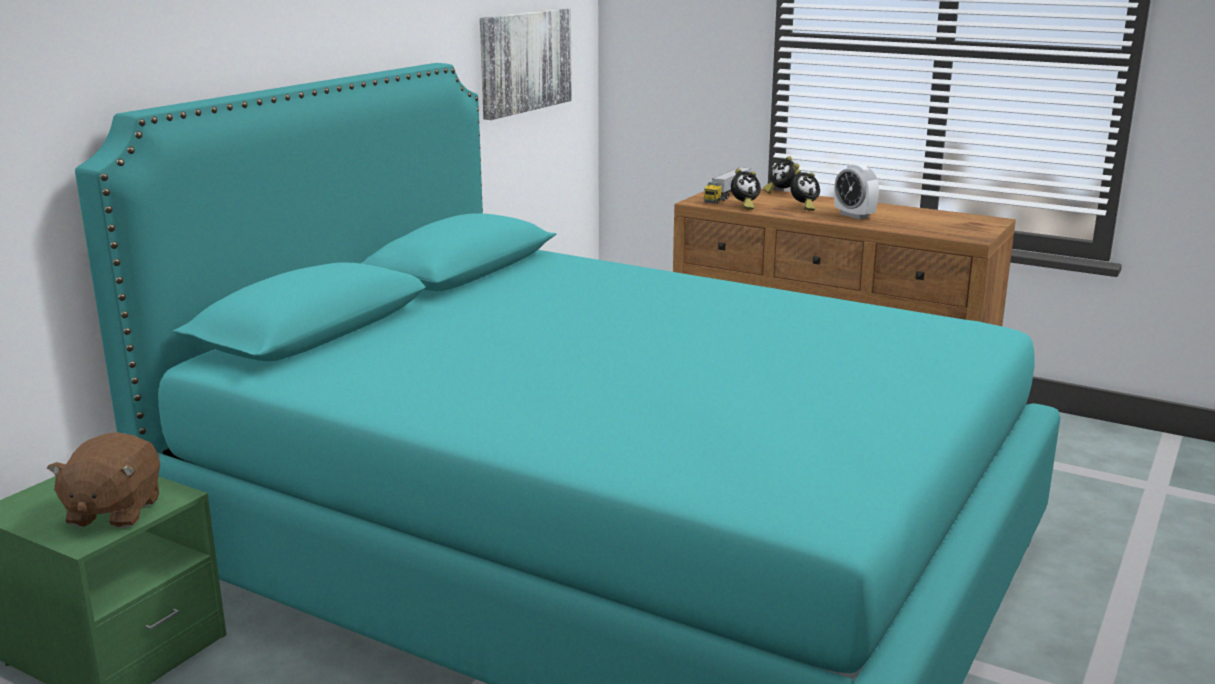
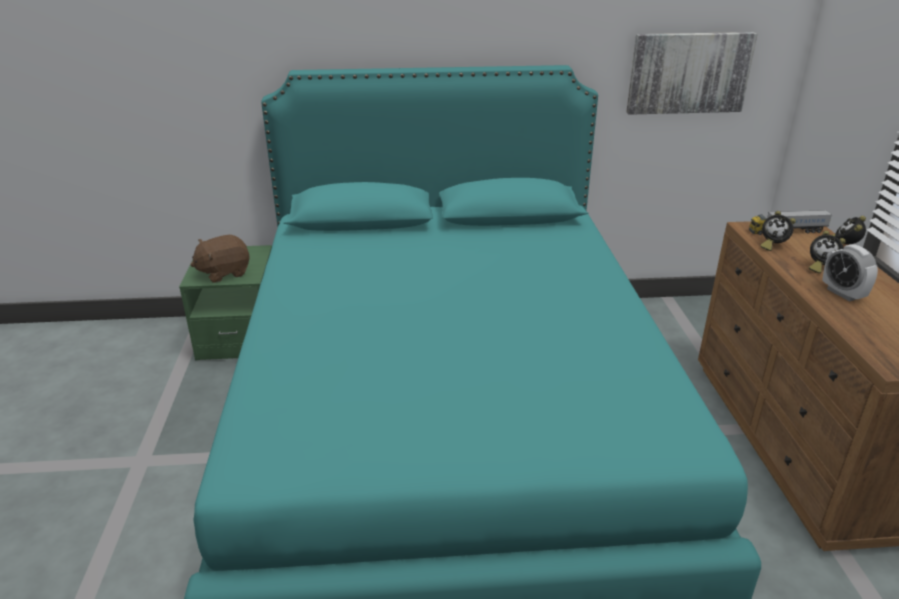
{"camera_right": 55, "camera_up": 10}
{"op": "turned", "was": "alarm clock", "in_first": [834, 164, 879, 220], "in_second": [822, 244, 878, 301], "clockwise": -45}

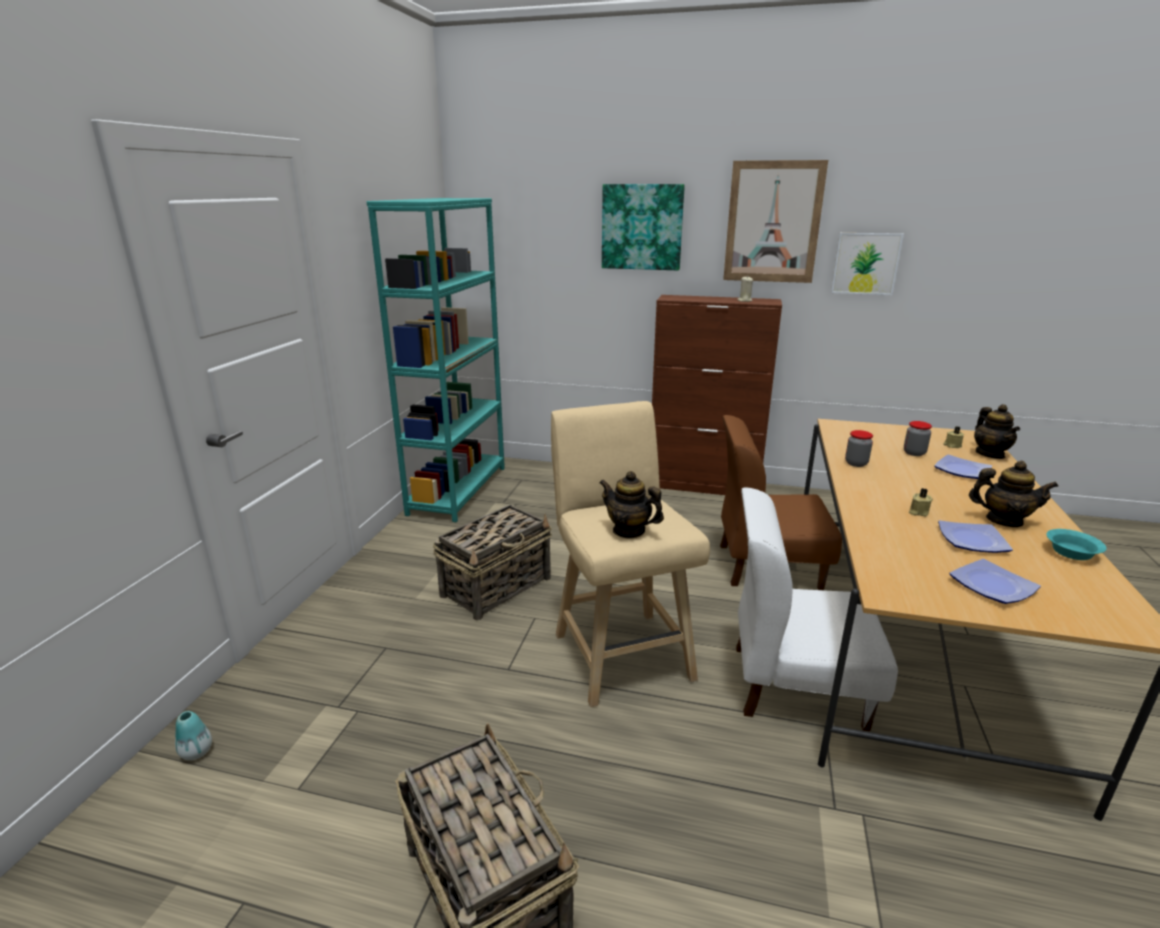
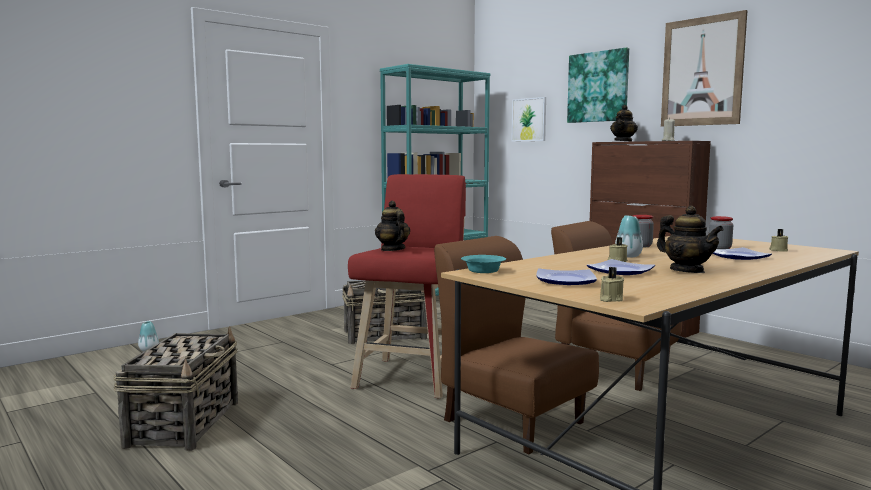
{"camera_right": 35, "camera_up": -15}
{"op": "moved", "was": "picture", "in_first": [831, 233, 904, 295], "in_second": [511, 97, 546, 142]}
{"op": "recoloured", "was": "stool (beige)", "now": "stool (red)", "in_first": [551, 401, 710, 707], "in_second": [348, 174, 466, 399]}
{"op": "moved", "was": "teapot", "in_first": [974, 404, 1020, 459], "in_second": [610, 105, 638, 141]}
{"op": "recoloured", "was": "chair (white)", "now": "chair (brown)", "in_first": [736, 487, 898, 731], "in_second": [434, 236, 599, 454]}
{"op": "moved", "was": "bowl (turquoise)", "in_first": [1046, 529, 1107, 560], "in_second": [461, 255, 506, 273]}
{"op": "added", "now": "vase", "in_second": [615, 215, 643, 257]}
{"op": "added", "now": "candle (beige)", "in_second": [600, 267, 625, 302]}

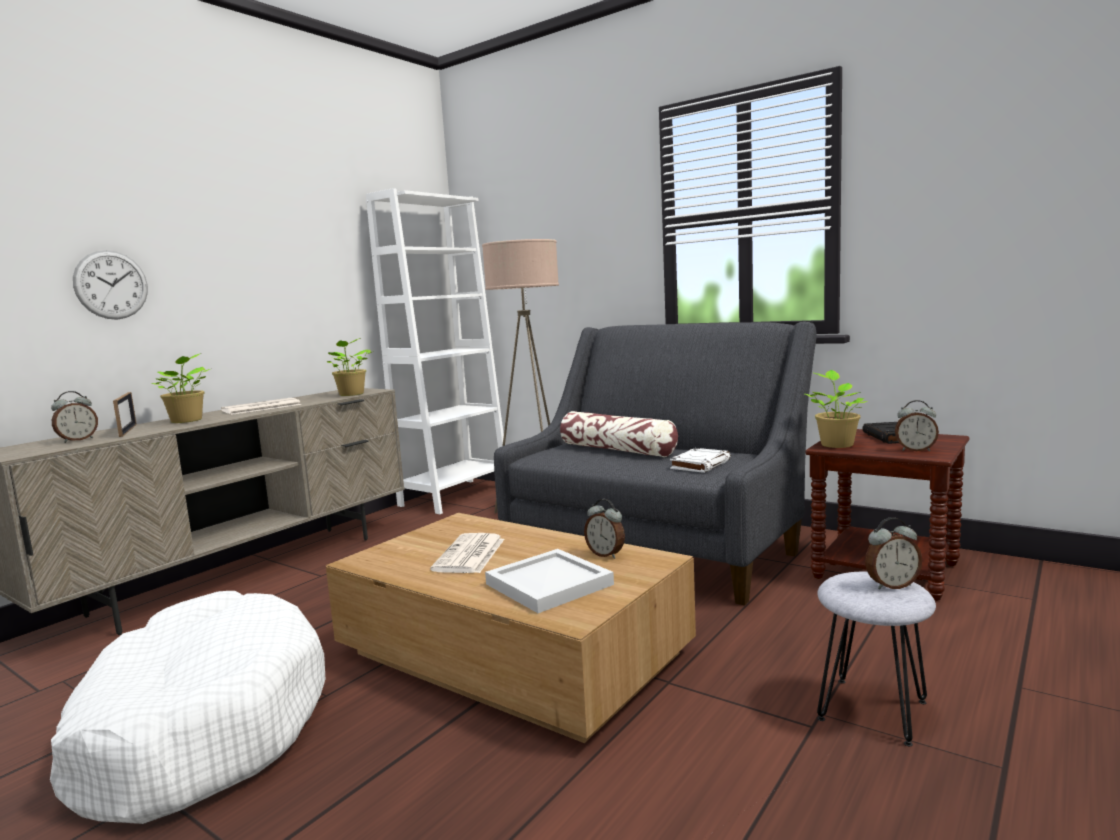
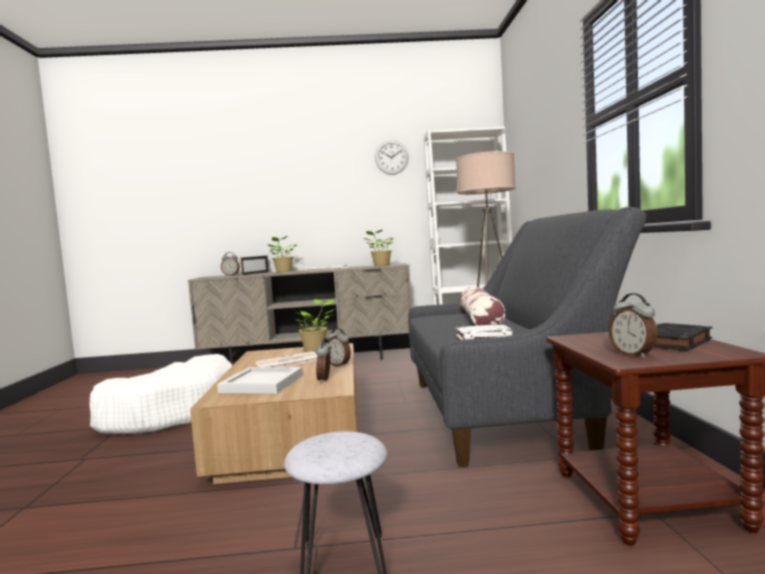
{"camera_right": 50, "camera_up": -5}
{"op": "moved", "was": "wall clock", "in_first": [73, 250, 148, 320], "in_second": [375, 141, 409, 175]}
{"op": "moved", "was": "potted plant", "in_first": [805, 370, 868, 448], "in_second": [295, 299, 335, 351]}
{"op": "moved", "was": "alarm clock", "in_first": [865, 517, 922, 590], "in_second": [327, 328, 351, 367]}

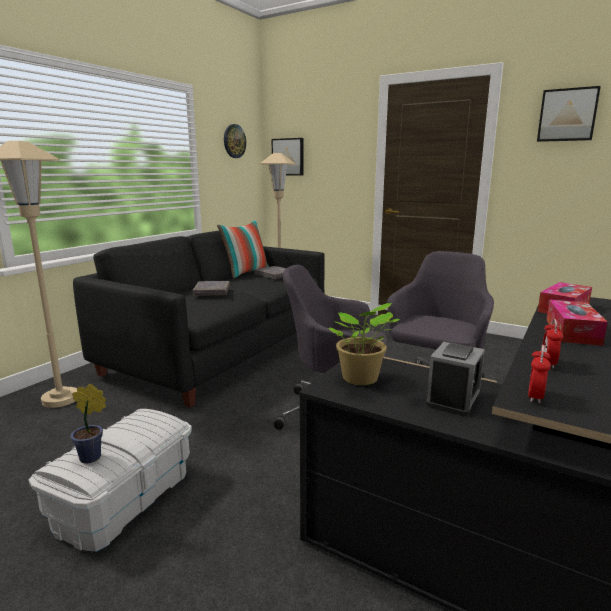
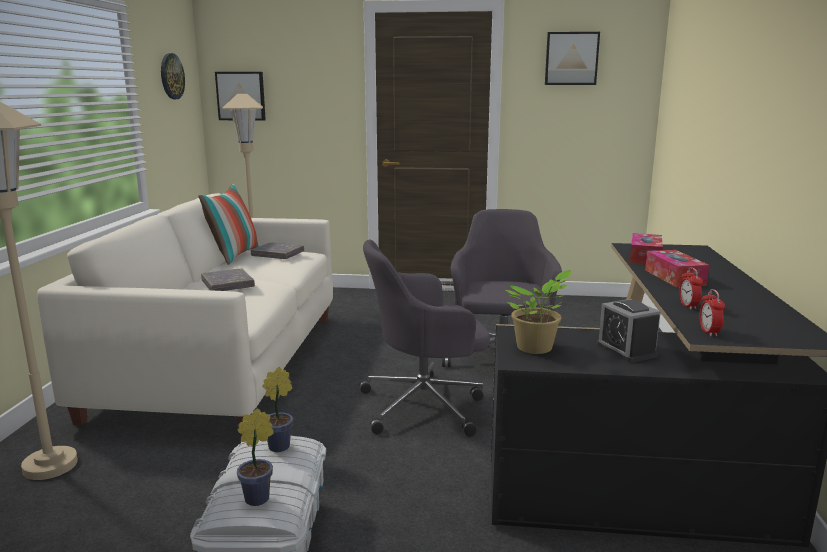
{"camera_right": -25, "camera_up": 0}
{"op": "recoloured", "was": "sofa (black)", "now": "sofa (white)", "in_first": [73, 231, 325, 408], "in_second": [37, 193, 333, 435]}
{"op": "turned", "was": "alarm clock", "in_first": [426, 342, 485, 417], "in_second": [597, 299, 661, 363], "clockwise": 150}
{"op": "added", "now": "potted plant", "in_second": [263, 367, 293, 452]}

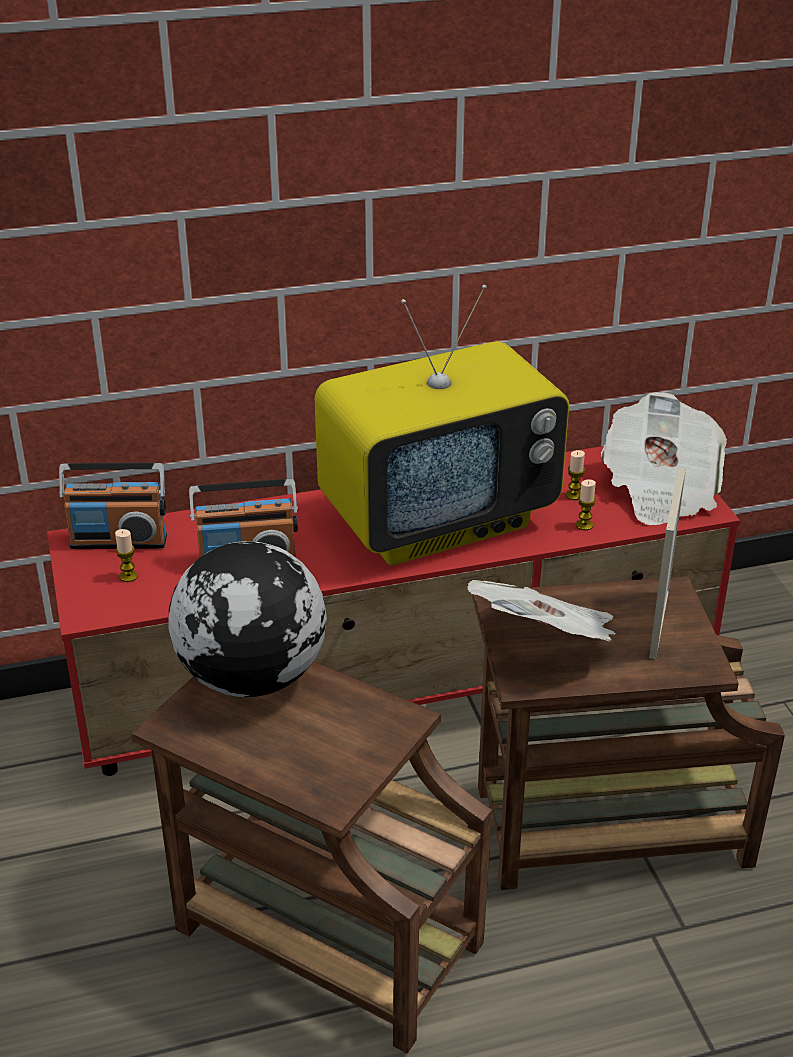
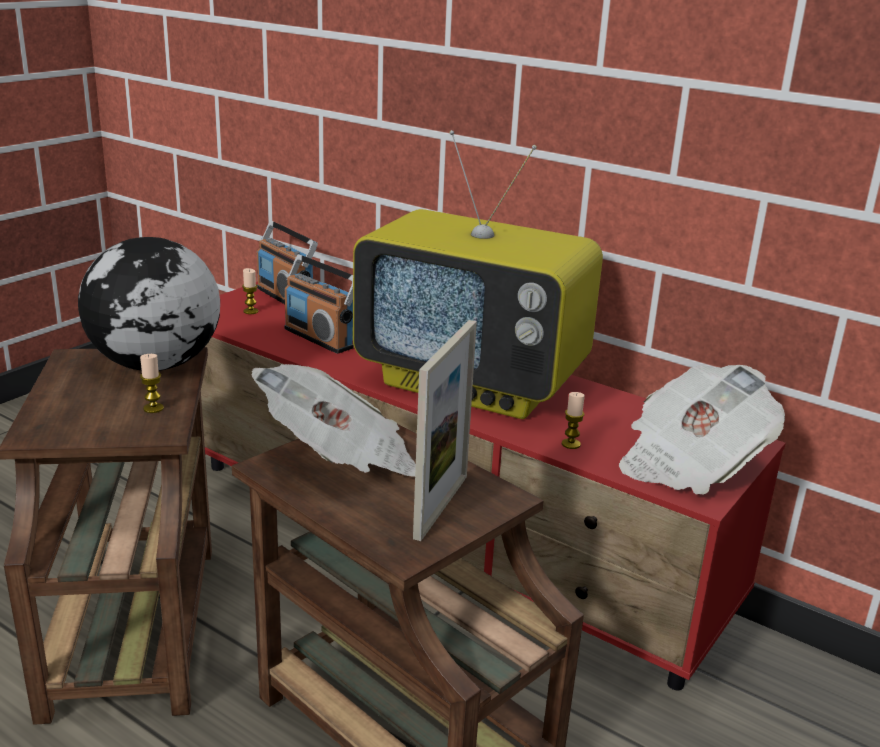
{"camera_right": 50, "camera_up": -10}
{"op": "moved", "was": "candle", "in_first": [566, 450, 585, 500], "in_second": [140, 354, 164, 413]}
{"op": "turned", "was": "picture frame", "in_first": [649, 466, 686, 659], "in_second": [413, 320, 477, 541], "clockwise": 135}

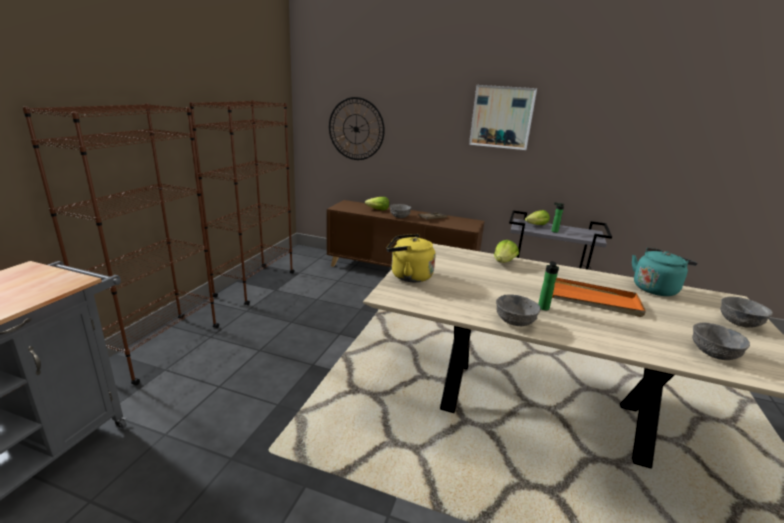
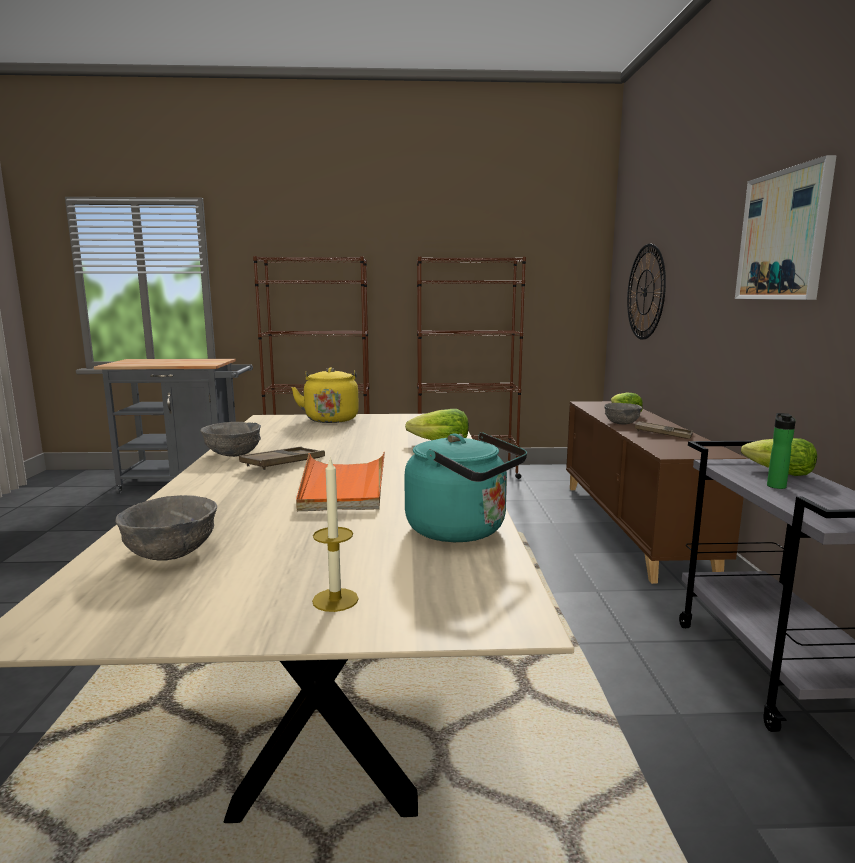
{"camera_right": 70, "camera_up": -10}
{"op": "replaced", "was": "bottle", "now": "tray (brown)", "in_first": [538, 261, 559, 310], "in_second": [239, 447, 325, 470]}
{"op": "replaced", "was": "bowl (grey)", "now": "candle", "in_first": [720, 297, 773, 328], "in_second": [312, 457, 359, 612]}

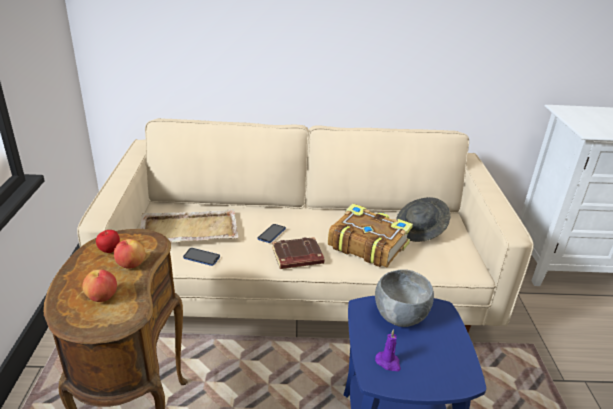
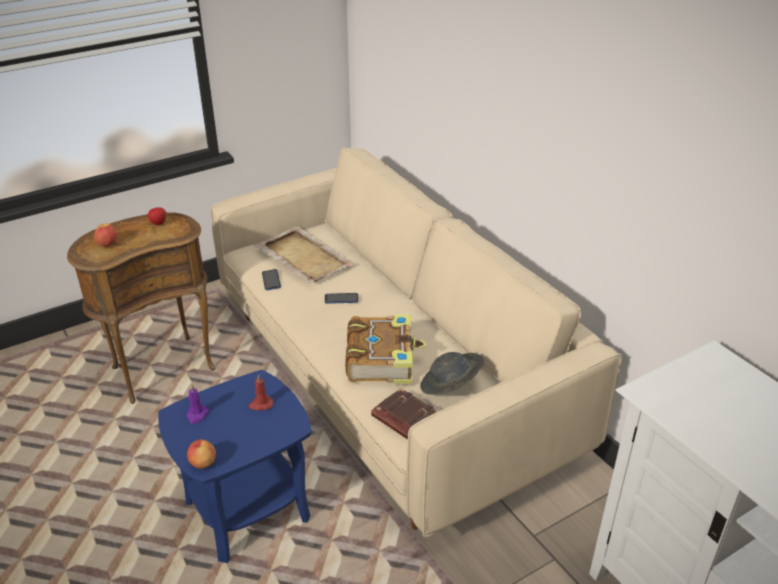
{"camera_right": 60, "camera_up": 5}
{"op": "moved", "was": "book (brown)", "in_first": [272, 237, 325, 269], "in_second": [371, 388, 438, 440]}
{"op": "moved", "was": "apple", "in_first": [114, 239, 146, 269], "in_second": [187, 439, 216, 469]}
{"op": "replaced", "was": "bowl (grey)", "now": "candle (red)", "in_first": [375, 269, 434, 327], "in_second": [249, 374, 273, 411]}

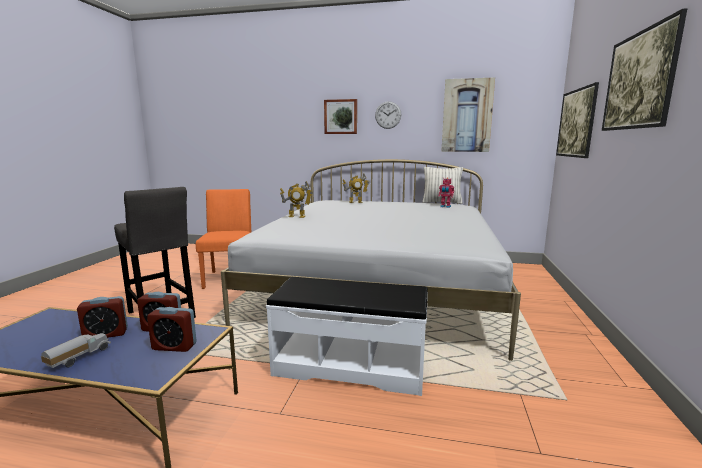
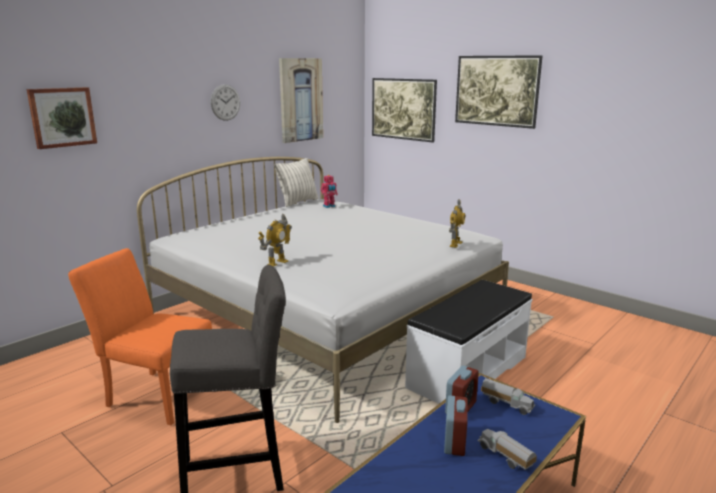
{"camera_right": -60, "camera_up": 5}
{"op": "moved", "was": "picture", "in_first": [324, 99, 357, 134], "in_second": [27, 87, 97, 149]}
{"op": "moved", "was": "toy robot", "in_first": [342, 174, 369, 203], "in_second": [449, 200, 465, 248]}
{"op": "replaced", "was": "alarm clock", "now": "toy truck", "in_first": [147, 307, 197, 352], "in_second": [481, 378, 535, 415]}

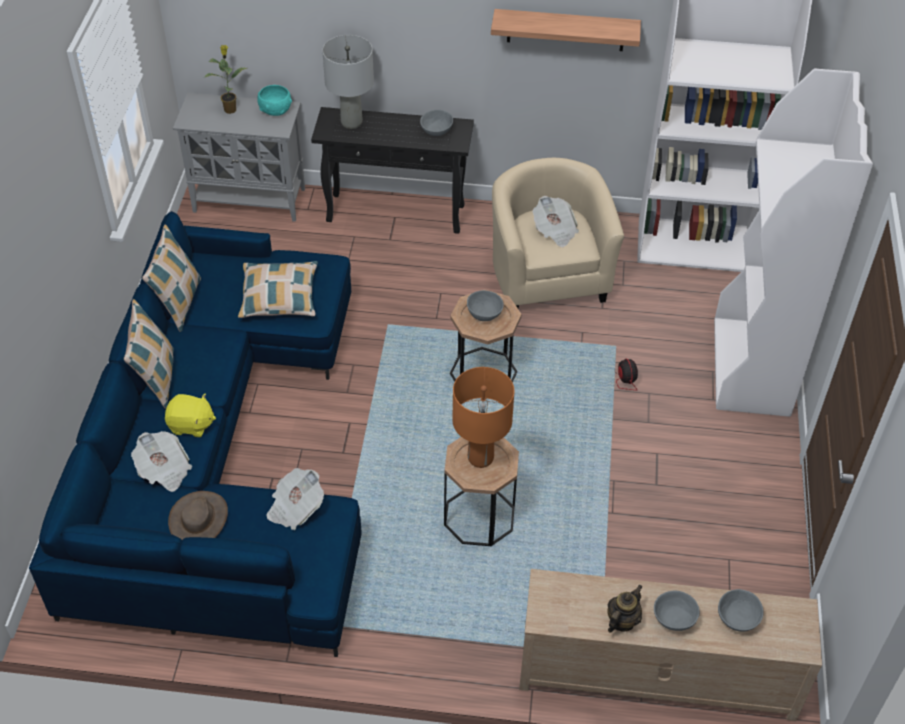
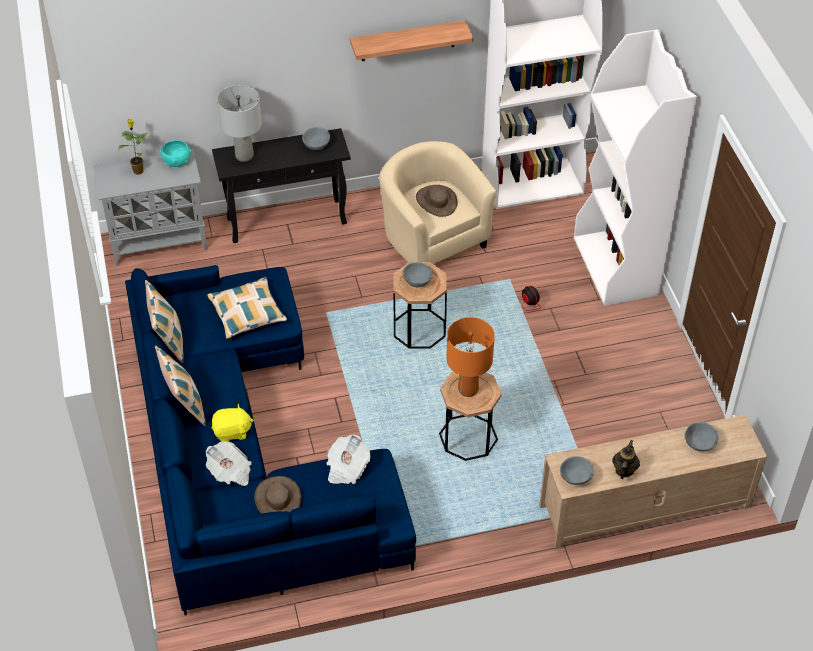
{"camera_right": -20, "camera_up": 0}
{"op": "replaced", "was": "newspaper", "now": "hat (brown)", "in_first": [533, 196, 579, 247], "in_second": [416, 185, 458, 217]}
{"op": "moved", "was": "bowl (grey)", "in_first": [654, 591, 700, 631], "in_second": [560, 456, 594, 485]}

